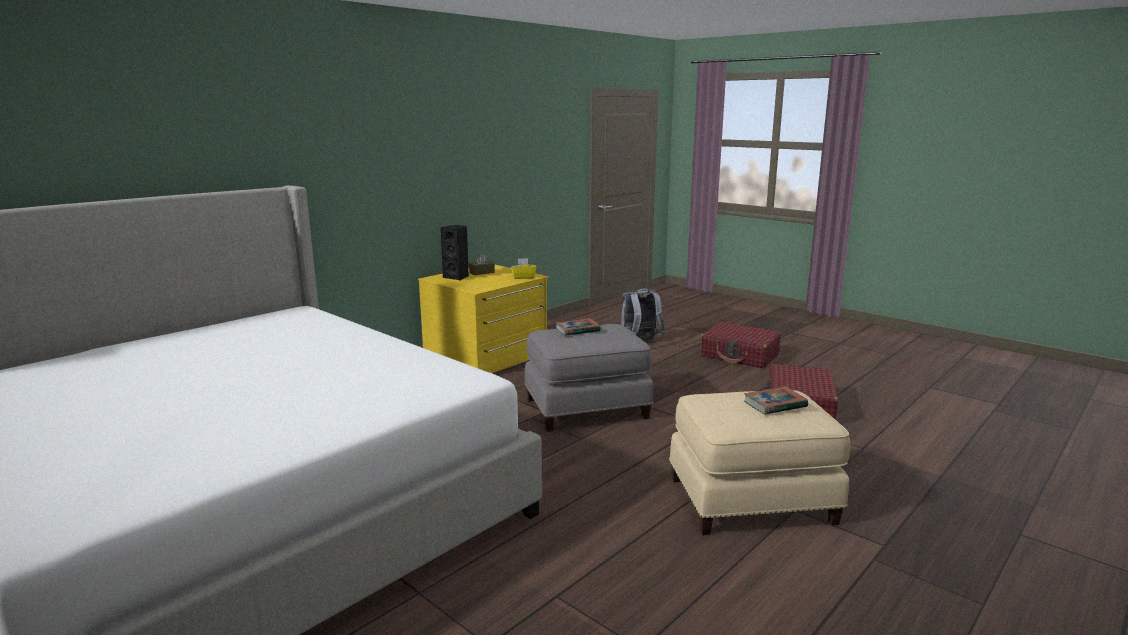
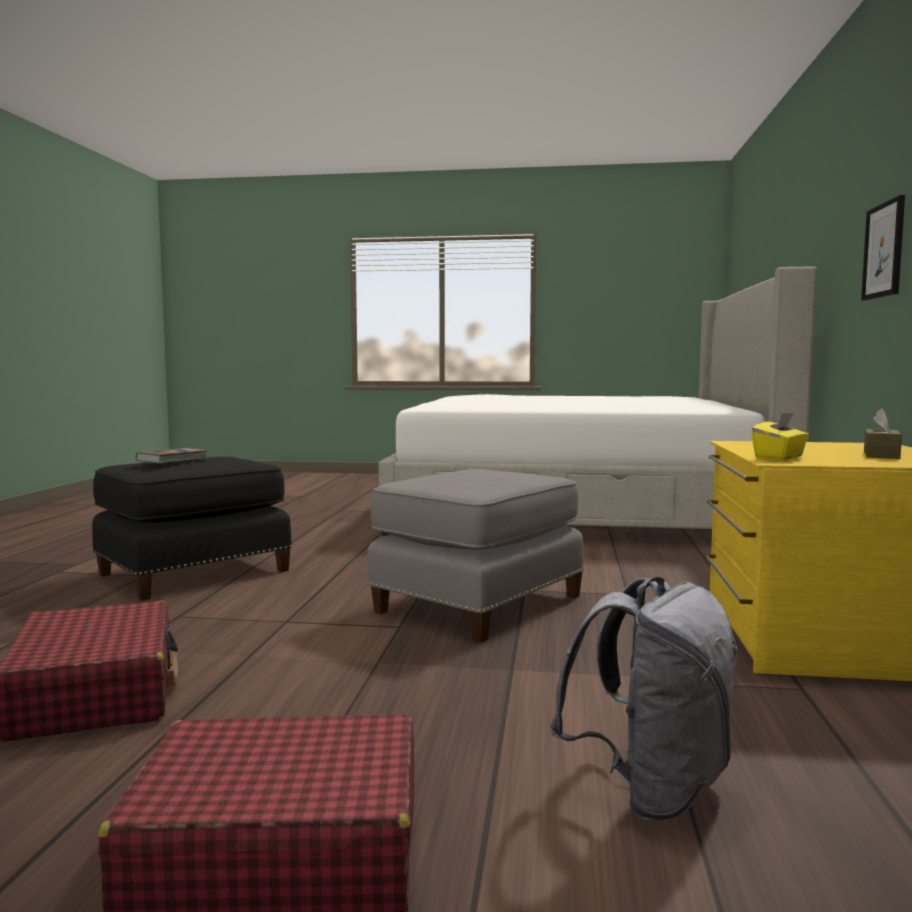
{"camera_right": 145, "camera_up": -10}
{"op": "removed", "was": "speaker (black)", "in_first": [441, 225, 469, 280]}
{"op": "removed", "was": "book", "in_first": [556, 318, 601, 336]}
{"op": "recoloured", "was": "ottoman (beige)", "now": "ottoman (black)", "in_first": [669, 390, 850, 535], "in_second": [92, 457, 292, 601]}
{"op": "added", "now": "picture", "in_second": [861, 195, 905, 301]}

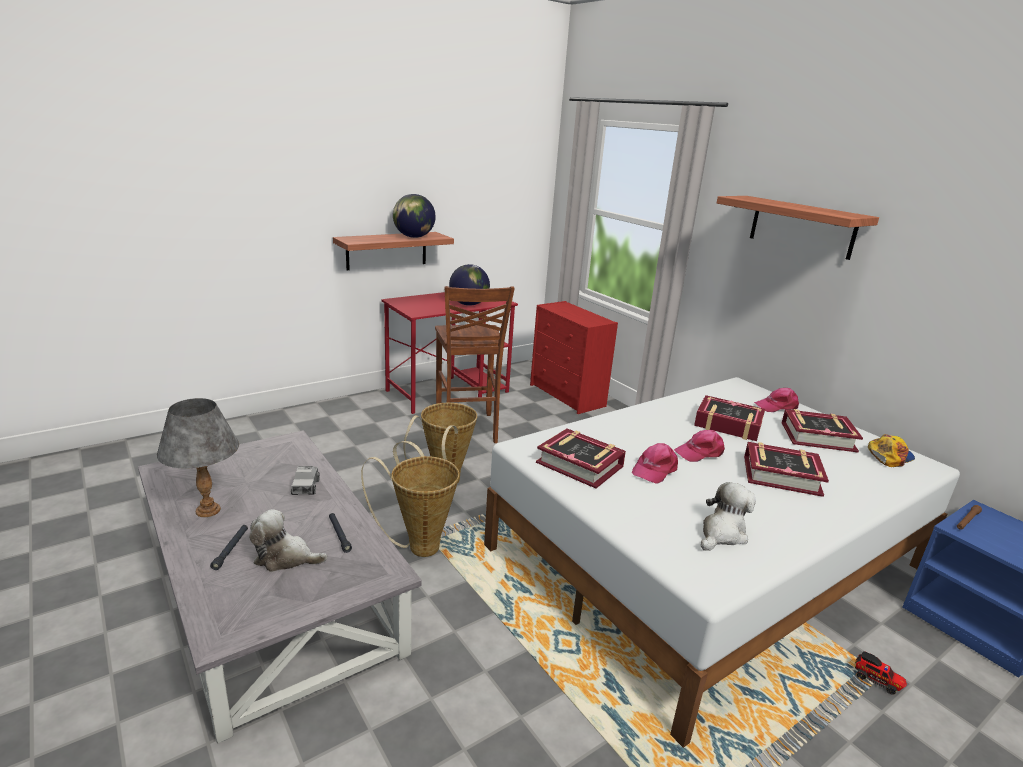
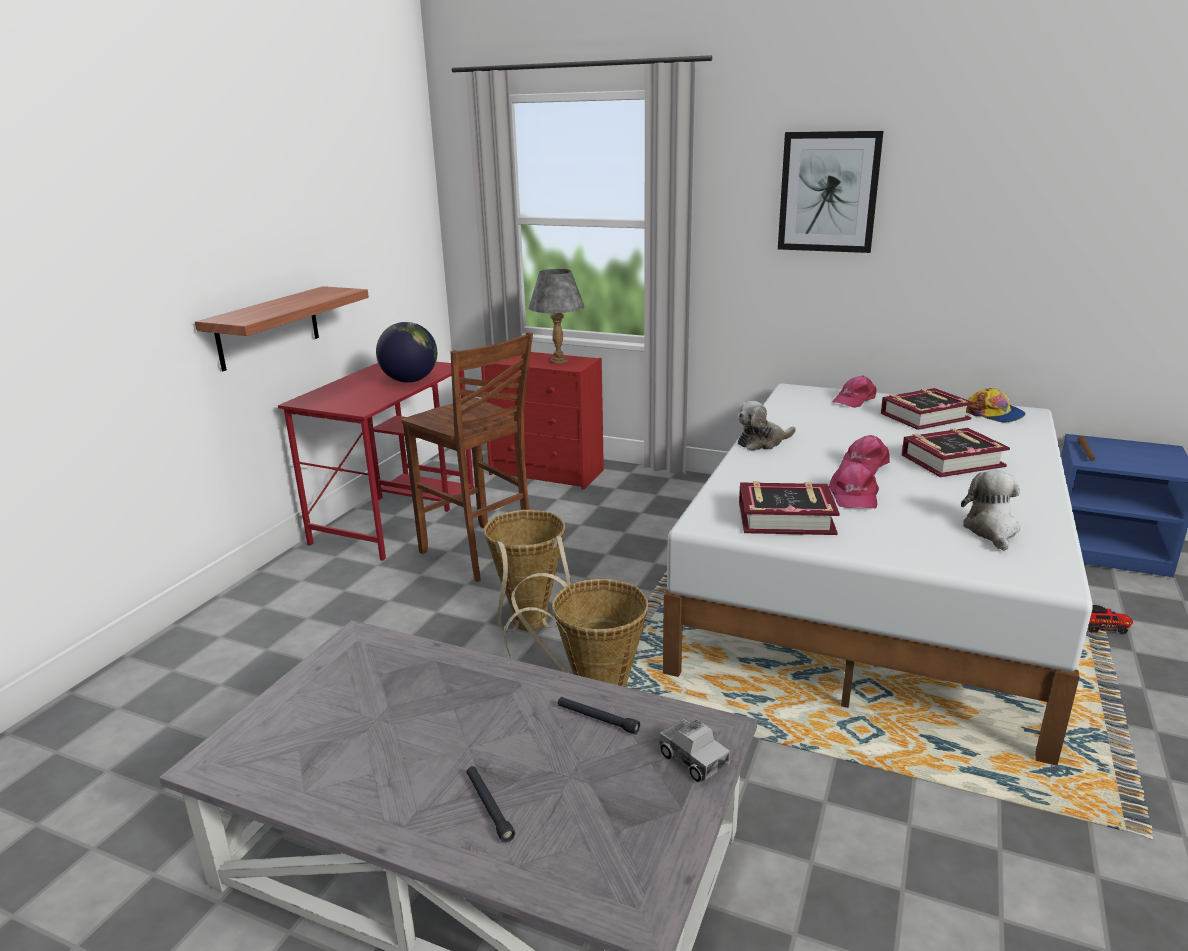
{"camera_right": -30, "camera_up": 0}
{"op": "removed", "was": "globe", "in_first": [393, 194, 436, 238]}
{"op": "replaced", "was": "shelf", "now": "picture", "in_first": [717, 196, 879, 260], "in_second": [778, 131, 883, 253]}
{"op": "removed", "was": "book", "in_first": [694, 395, 765, 441]}
{"op": "moved", "was": "table lamp (grey)", "in_first": [157, 398, 239, 517], "in_second": [529, 269, 585, 364]}
{"op": "turned", "was": "cap", "in_first": [868, 434, 915, 467], "in_second": [966, 388, 1026, 422], "clockwise": 120}
{"op": "moved", "was": "toy truck", "in_first": [291, 466, 320, 495], "in_second": [659, 719, 730, 783]}
{"op": "moved", "was": "plush toy", "in_first": [249, 509, 327, 572], "in_second": [738, 401, 796, 451]}

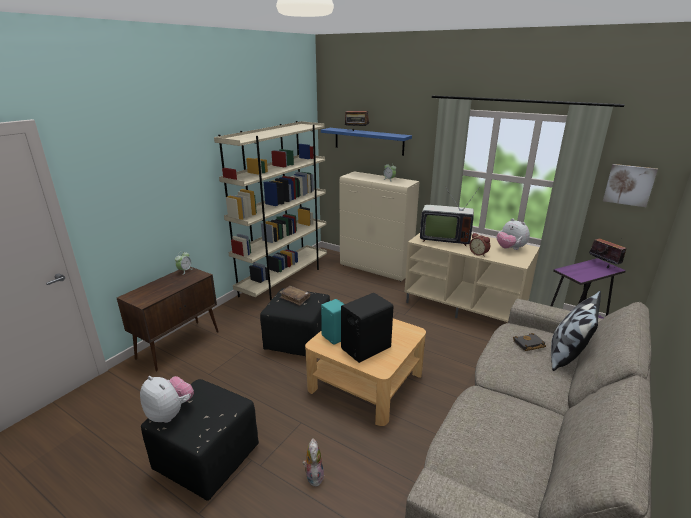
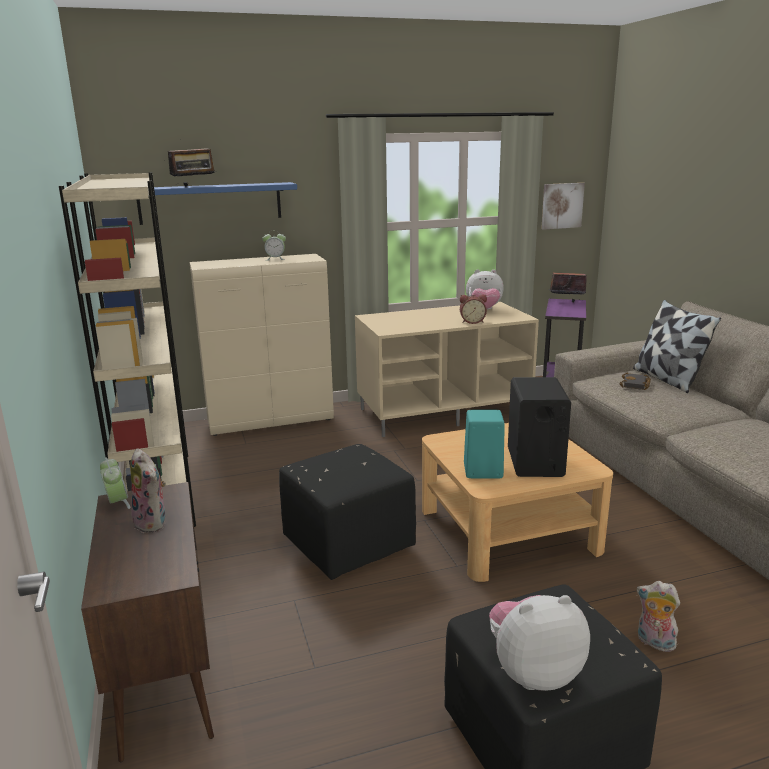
{"camera_right": -50, "camera_up": -5}
{"op": "removed", "was": "television", "in_first": [420, 187, 480, 246]}
{"op": "removed", "was": "book (brown)", "in_first": [279, 286, 310, 306]}
{"op": "added", "now": "plush toy", "in_second": [130, 448, 166, 533]}

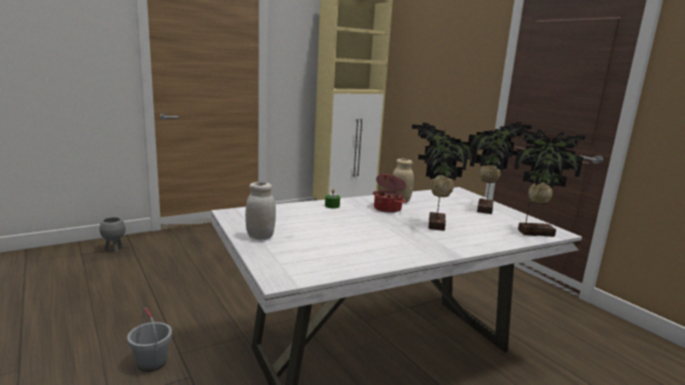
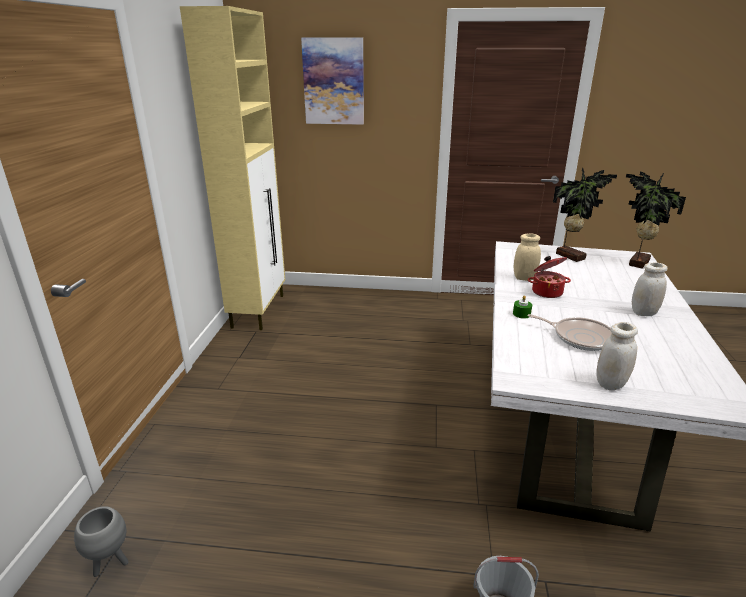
{"camera_right": -50, "camera_up": 10}
{"op": "removed", "was": "potted plant", "in_first": [412, 122, 477, 231]}
{"op": "added", "now": "picture", "in_second": [301, 37, 364, 125]}
{"op": "added", "now": "jar (white)", "in_second": [632, 262, 668, 316]}
{"op": "added", "now": "frying pan", "in_second": [528, 314, 612, 351]}

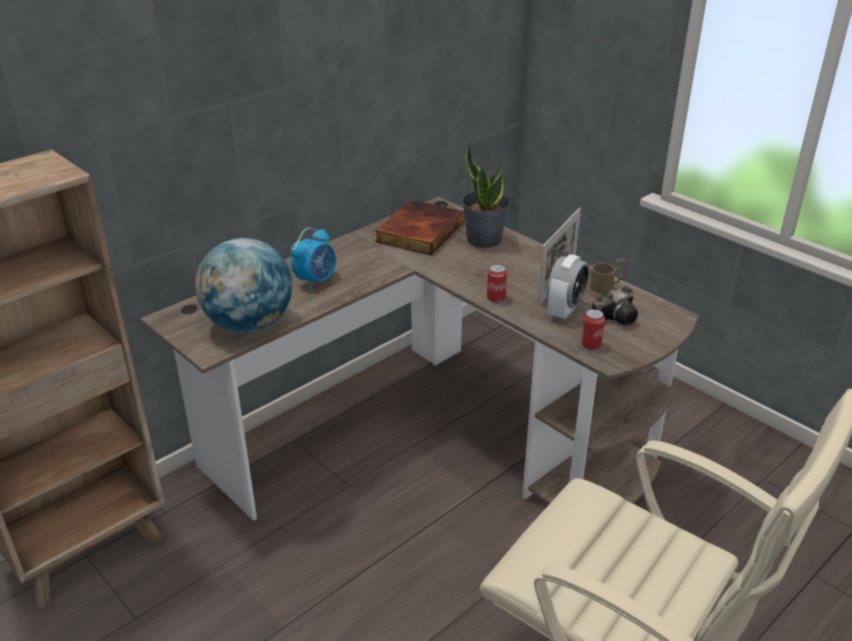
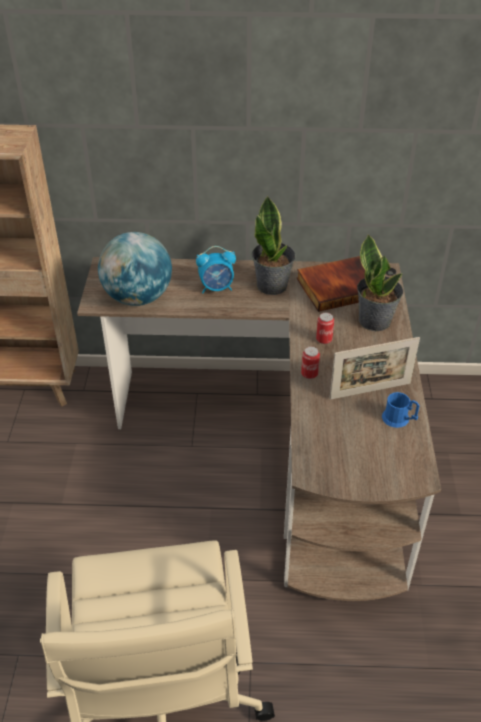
{"camera_right": 45, "camera_up": 10}
{"op": "removed", "was": "alarm clock", "in_first": [547, 254, 589, 321]}
{"op": "recoloured", "was": "mug (brown)", "now": "mug (blue)", "in_first": [587, 259, 626, 298], "in_second": [382, 392, 420, 428]}
{"op": "removed", "was": "photo camera", "in_first": [592, 286, 638, 326]}
{"op": "moved", "was": "can", "in_first": [581, 309, 605, 350], "in_second": [316, 312, 334, 344]}
{"op": "added", "now": "potted plant", "in_second": [252, 196, 296, 295]}

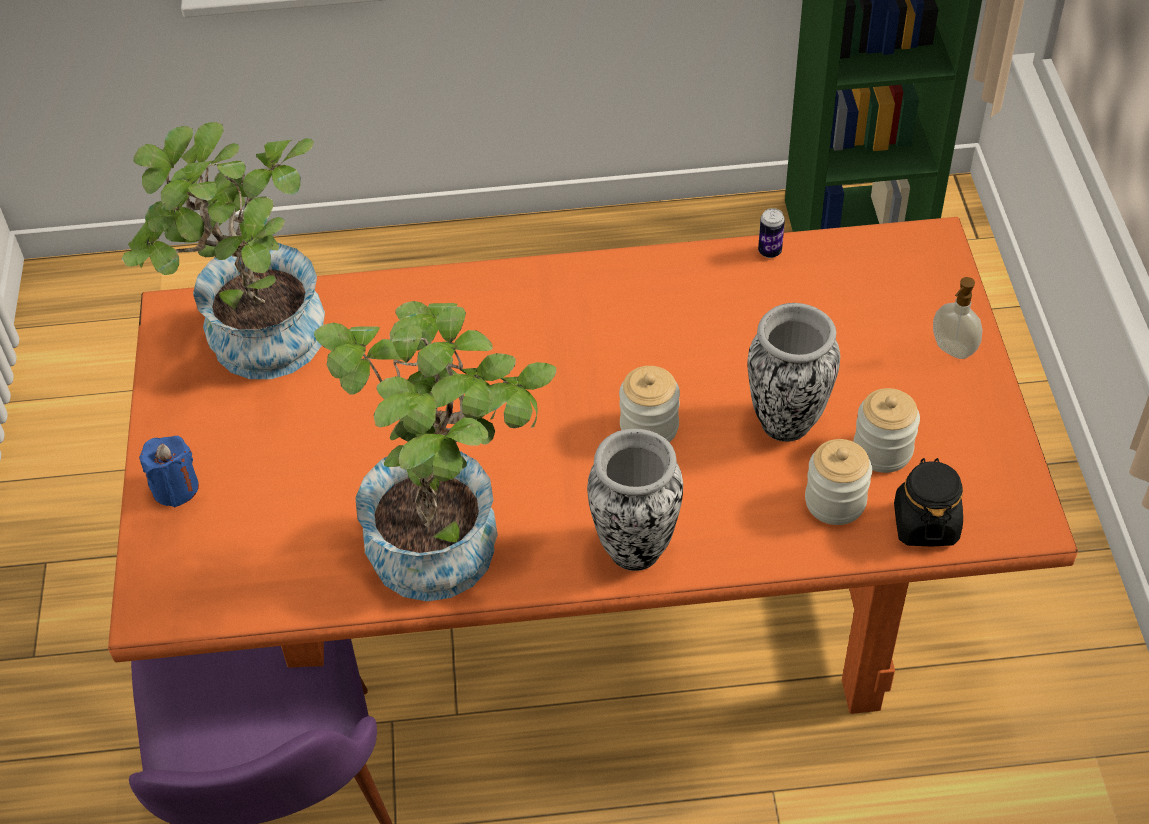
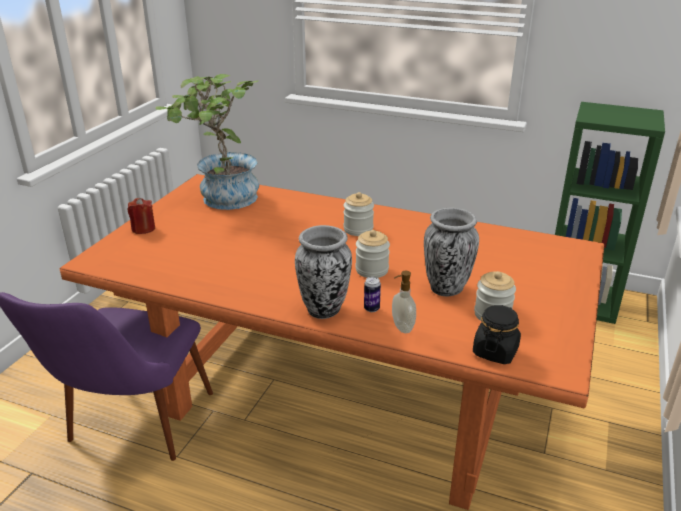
{"camera_right": 25, "camera_up": -20}
{"op": "moved", "was": "can", "in_first": [758, 208, 785, 258], "in_second": [364, 277, 381, 312]}
{"op": "moved", "was": "soap dispenser", "in_first": [933, 277, 983, 359], "in_second": [392, 271, 416, 333]}
{"op": "removed", "was": "potted plant", "in_first": [314, 301, 556, 601]}
{"op": "recoloured", "was": "candle (blue)", "now": "candle (red)", "in_first": [139, 436, 199, 507], "in_second": [128, 198, 155, 234]}
{"op": "moved", "was": "jar", "in_first": [805, 439, 872, 525], "in_second": [344, 192, 374, 236]}

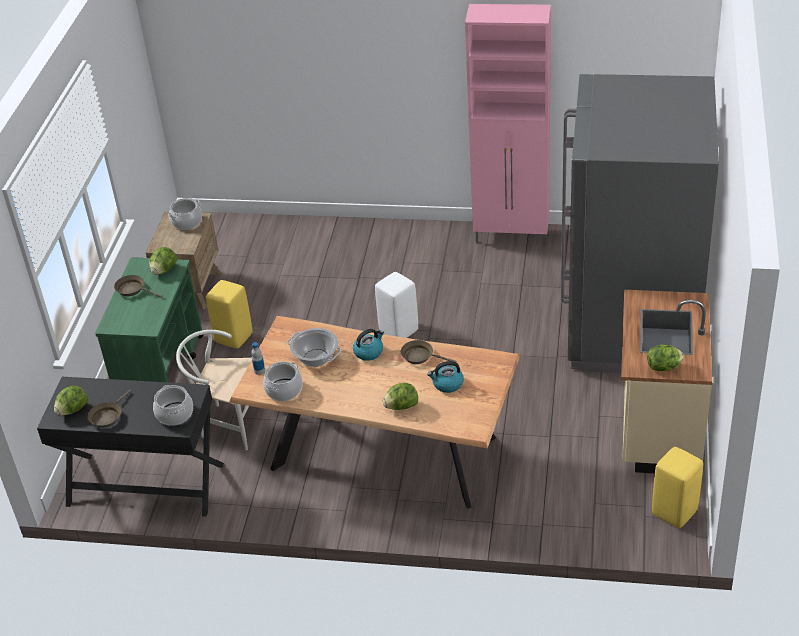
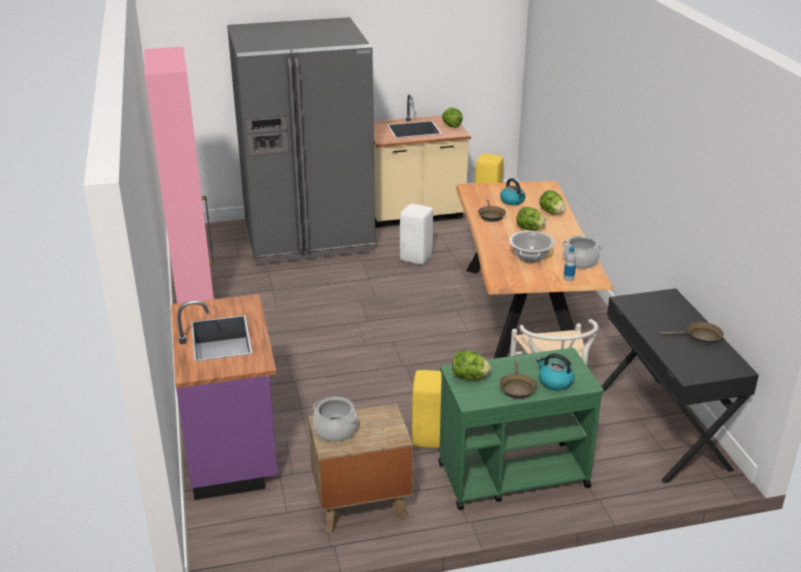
{"camera_right": -115, "camera_up": -10}
{"op": "moved", "was": "stool (white)", "in_first": [375, 272, 418, 338], "in_second": [400, 204, 433, 265]}
{"op": "moved", "was": "kettle", "in_first": [353, 329, 384, 361], "in_second": [536, 353, 574, 390]}
{"op": "removed", "was": "cooking pot", "in_first": [153, 385, 193, 426]}
{"op": "moved", "was": "lettuce", "in_first": [54, 386, 88, 416], "in_second": [516, 207, 546, 231]}
{"op": "added", "now": "counter (purple)", "in_second": [171, 294, 278, 500]}

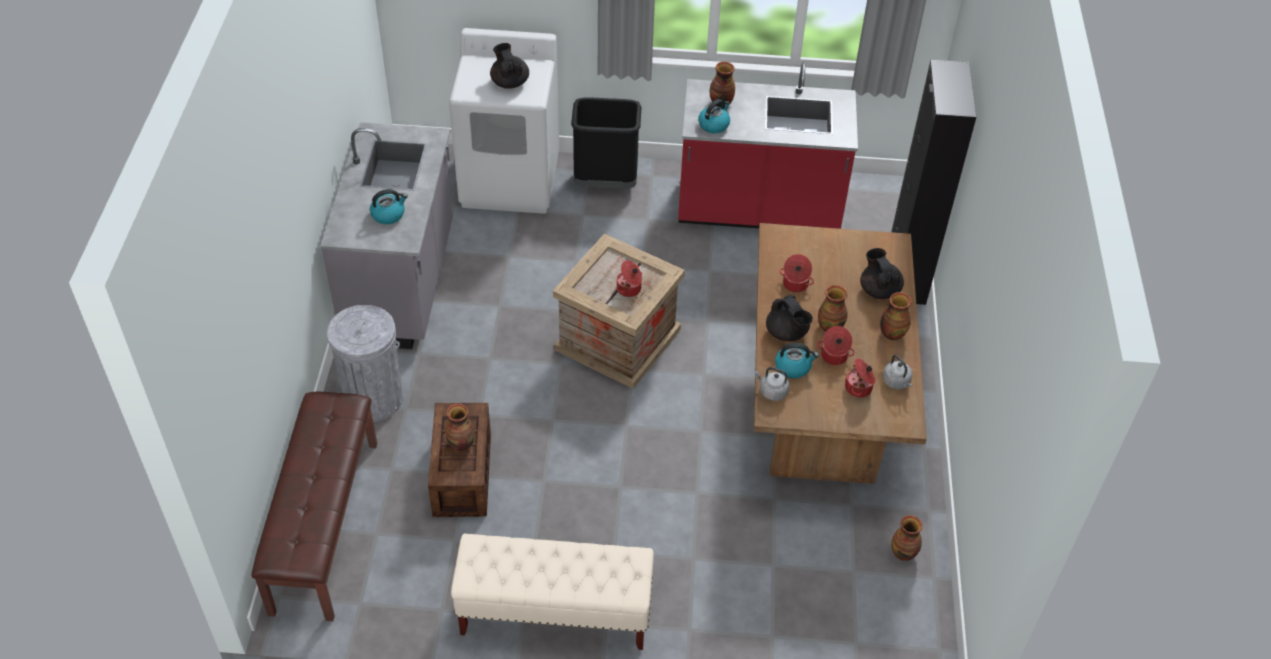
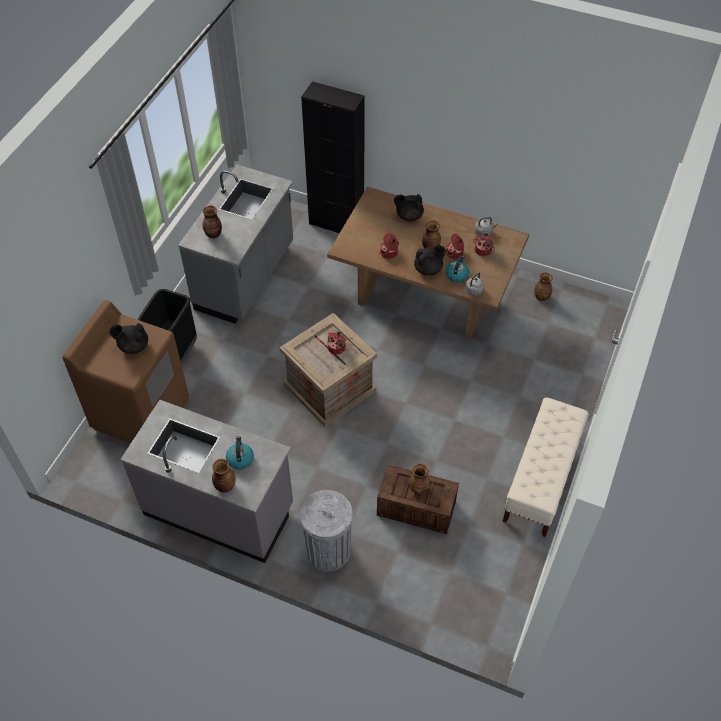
{"camera_right": -70, "camera_up": 5}
{"op": "recoloured", "was": "washing machine (white)", "now": "washing machine (brown)", "in_first": [449, 28, 559, 214], "in_second": [62, 300, 189, 443]}
{"op": "recoloured", "was": "counter (red)", "now": "counter (grey)", "in_first": [678, 63, 858, 229], "in_second": [178, 164, 293, 324]}
{"op": "removed", "was": "kettle", "in_first": [698, 99, 730, 133]}
{"op": "moved", "was": "vase", "in_first": [880, 292, 912, 340], "in_second": [212, 459, 235, 492]}
{"op": "removed", "was": "bench (brown)", "in_first": [252, 392, 377, 622]}

